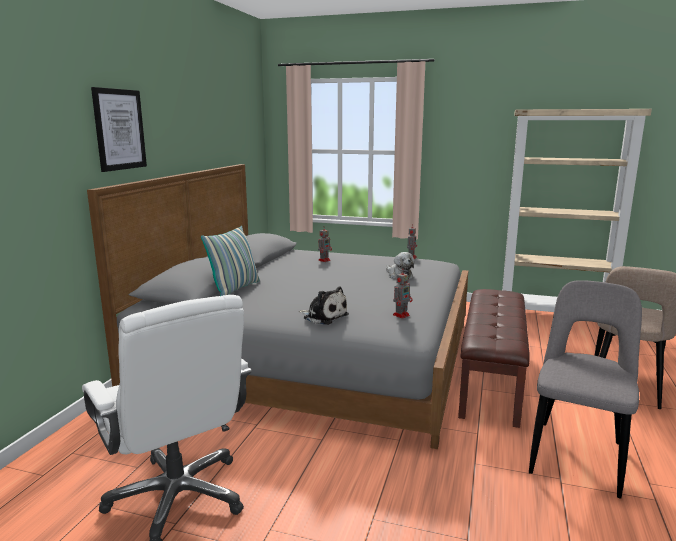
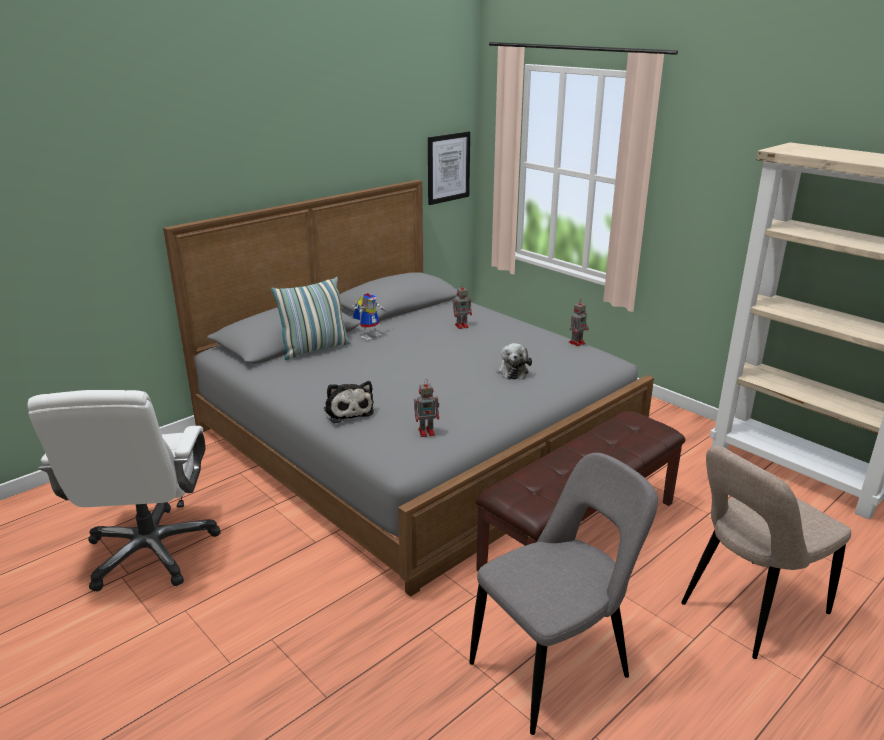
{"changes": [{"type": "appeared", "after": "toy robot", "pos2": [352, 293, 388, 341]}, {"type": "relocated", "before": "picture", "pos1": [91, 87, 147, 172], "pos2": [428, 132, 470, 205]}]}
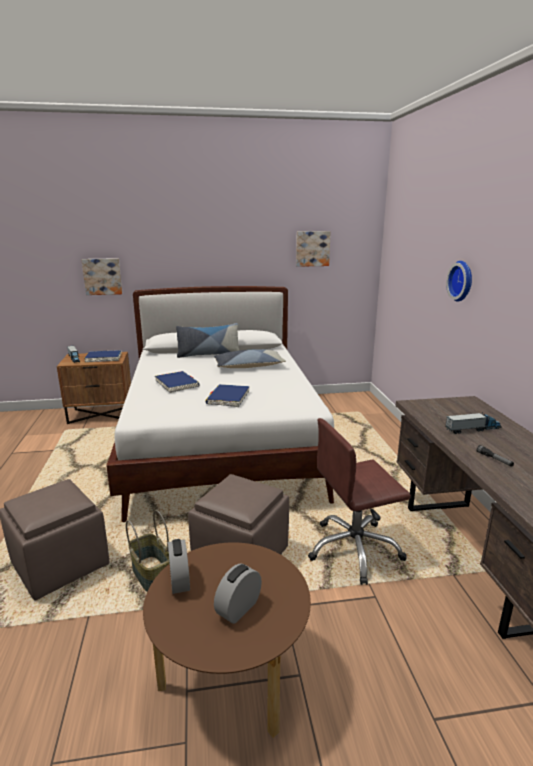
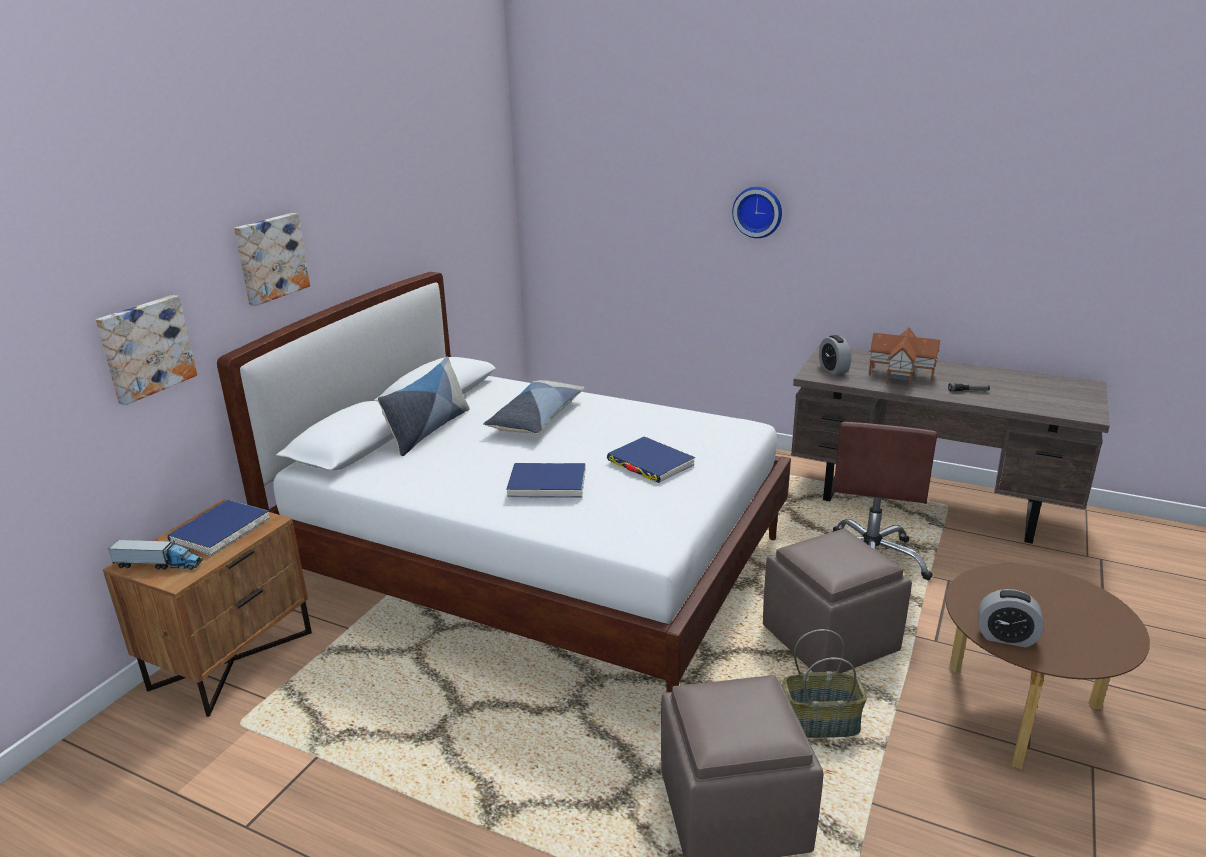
{"changes": [{"type": "relocated", "before": "picture", "pos1": [296, 231, 331, 267], "pos2": [234, 213, 310, 306]}, {"type": "relocated", "before": "alarm clock", "pos1": [214, 564, 262, 624], "pos2": [819, 335, 851, 375]}, {"type": "exchanged", "before": "toy truck", "after": "toy house", "pos1": [445, 412, 502, 434], "pos2": [869, 327, 940, 387]}]}
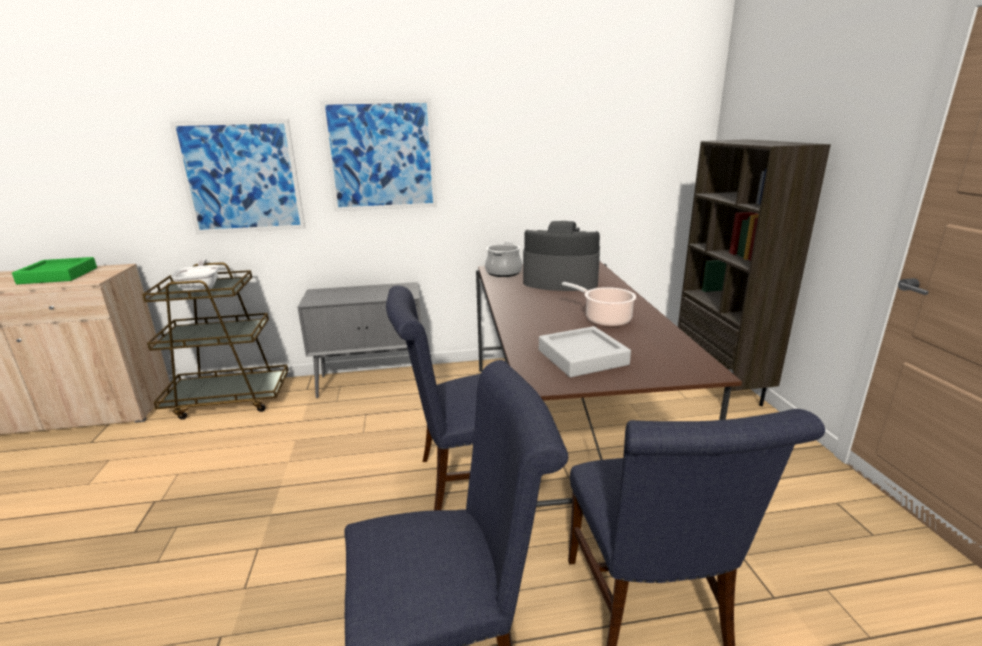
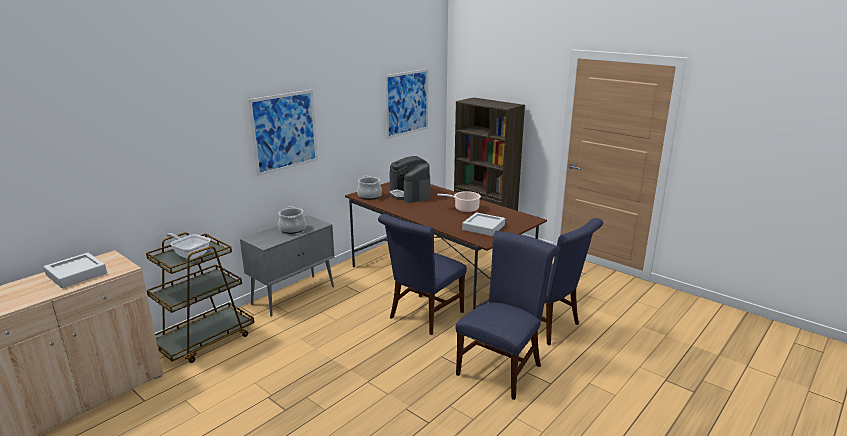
{"changes": [{"type": "colour", "before": "green tray", "after": "grey tray", "pos1": [12, 257, 97, 284], "pos2": [44, 253, 107, 288]}, {"type": "appeared", "after": "cooking pot", "pos2": [278, 206, 306, 234]}, {"type": "relocated", "before": "picture", "pos1": [170, 119, 305, 234], "pos2": [385, 69, 428, 139]}, {"type": "spun", "before": "coffee machine", "pos1": [523, 221, 600, 291], "pos2": [389, 156, 430, 203], "turn": -90}]}
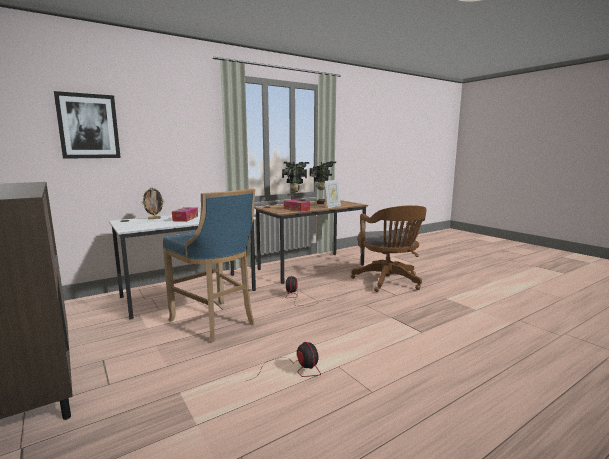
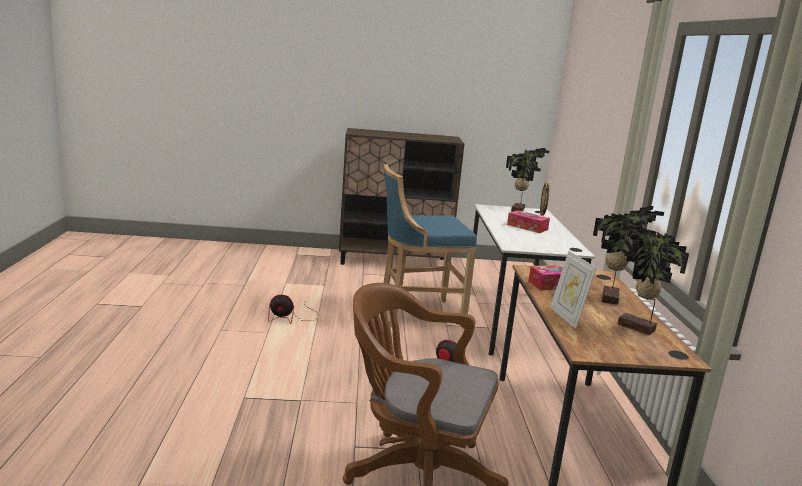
{"changes": [{"type": "appeared", "after": "potted plant", "pos2": [506, 148, 549, 211]}, {"type": "missing", "before": "picture", "pos1": [54, 91, 121, 159]}]}
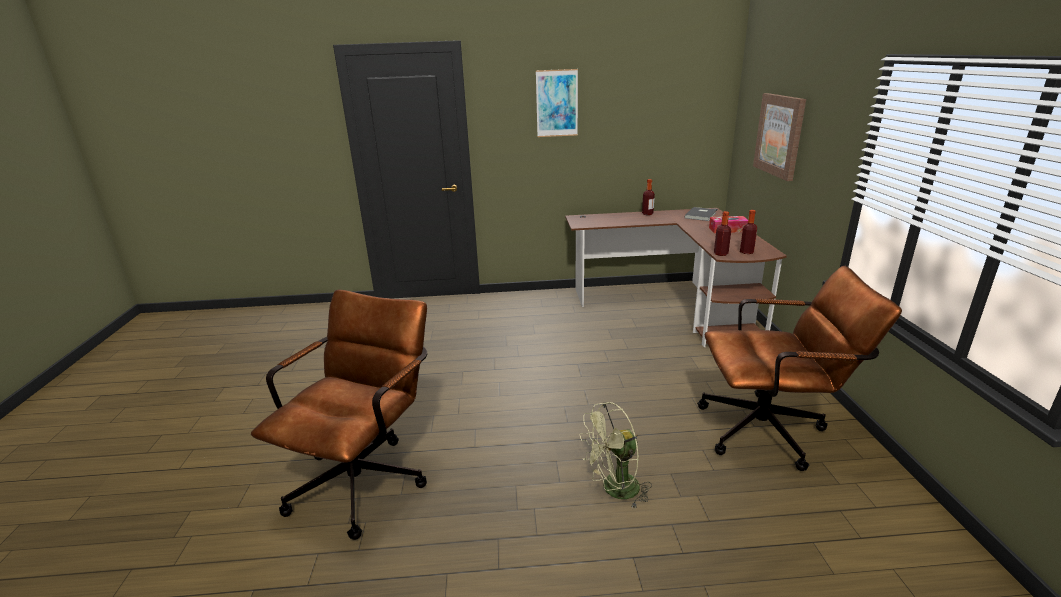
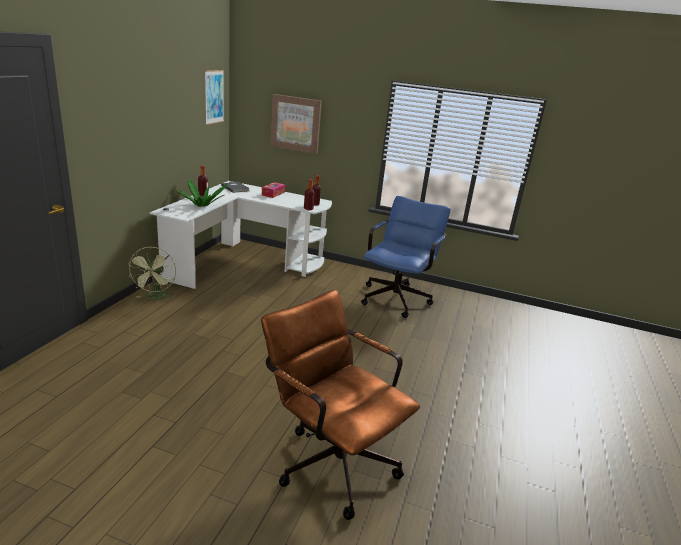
{"changes": [{"type": "relocated", "before": "green fan", "pos1": [580, 402, 652, 509], "pos2": [127, 247, 176, 300]}, {"type": "colour", "before": "brown desk", "after": "white desk", "pos1": [565, 208, 787, 347], "pos2": [150, 181, 332, 289]}, {"type": "appeared", "after": "potted plant", "pos2": [174, 179, 227, 207]}, {"type": "relocated", "before": "picture", "pos1": [536, 69, 578, 137], "pos2": [205, 70, 224, 125]}, {"type": "colour", "before": "brown office chair", "after": "blue office chair", "pos1": [697, 266, 902, 471], "pos2": [361, 196, 451, 318]}]}
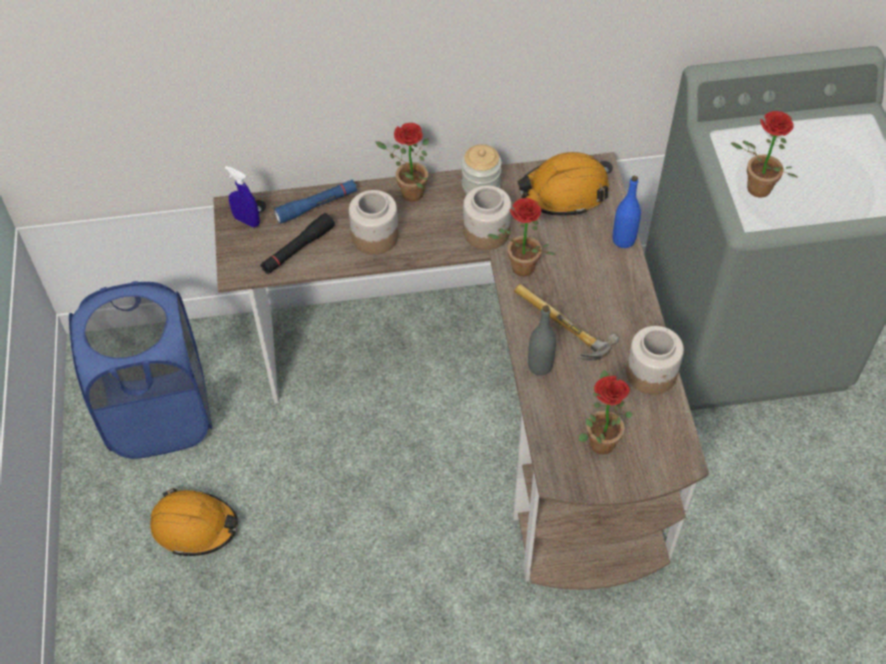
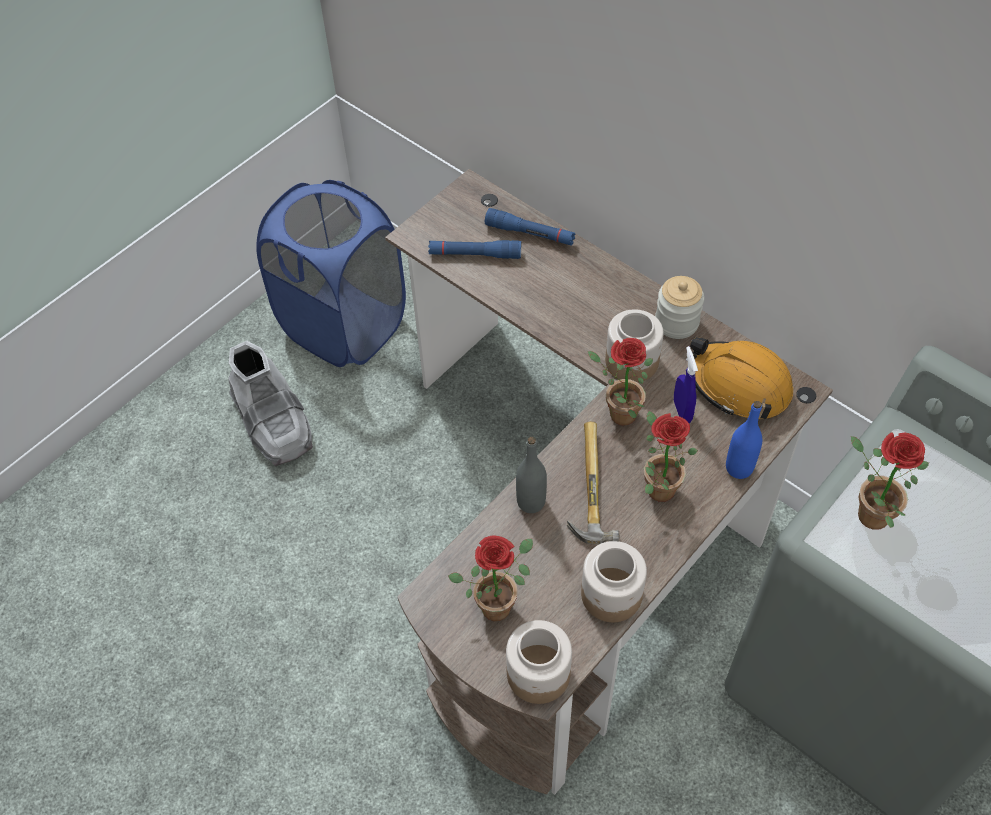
{"changes": [{"type": "exchanged", "before": "orange hard hat", "after": "grey boot", "pos1": [150, 488, 238, 556], "pos2": [228, 341, 313, 466]}, {"type": "colour", "before": "black flashlight", "after": "blue flashlight", "pos1": [260, 213, 335, 274], "pos2": [428, 240, 521, 259]}, {"type": "relocated", "before": "jar", "pos1": [349, 190, 399, 254], "pos2": [506, 620, 572, 704]}, {"type": "relocated", "before": "potted plant", "pos1": [376, 123, 429, 201], "pos2": [644, 411, 698, 502]}, {"type": "relocated", "before": "blue spray bottle", "pos1": [225, 166, 260, 228], "pos2": [674, 346, 698, 423]}]}
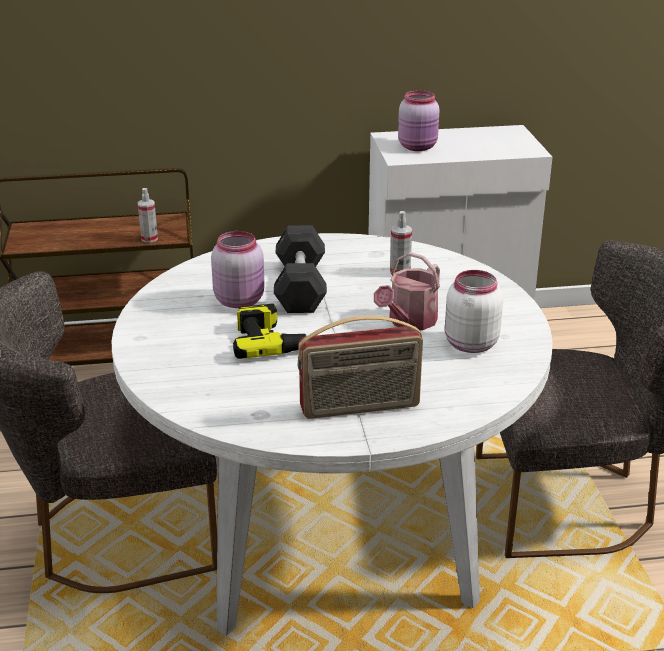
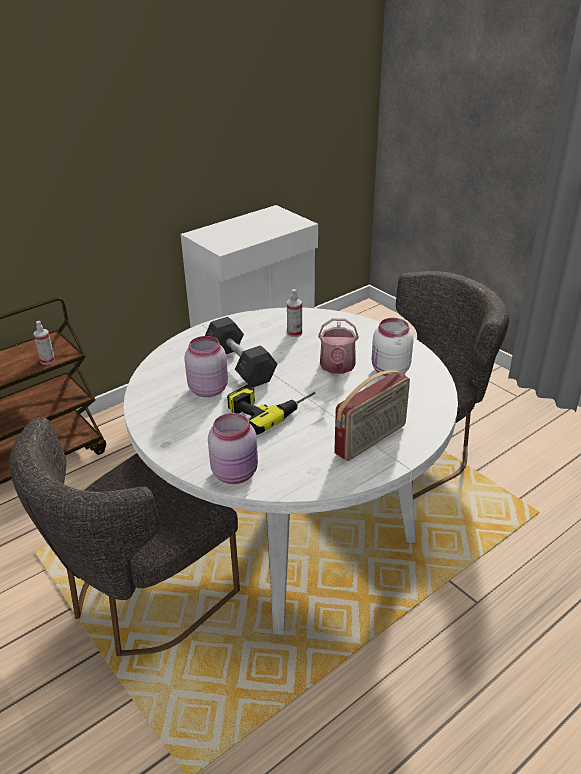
{"changes": [{"type": "relocated", "before": "pink jar", "pos1": [398, 90, 439, 151], "pos2": [208, 413, 258, 484]}]}
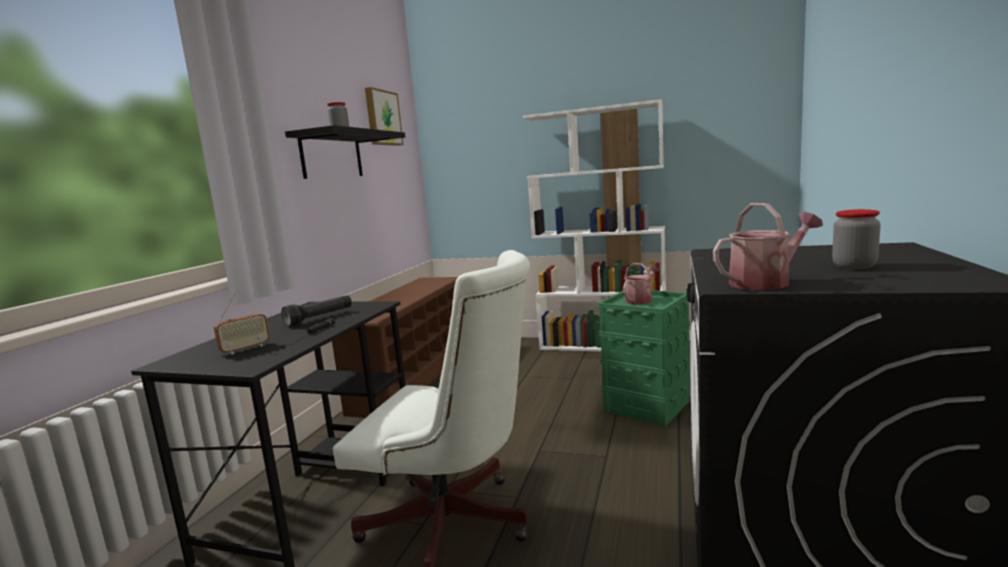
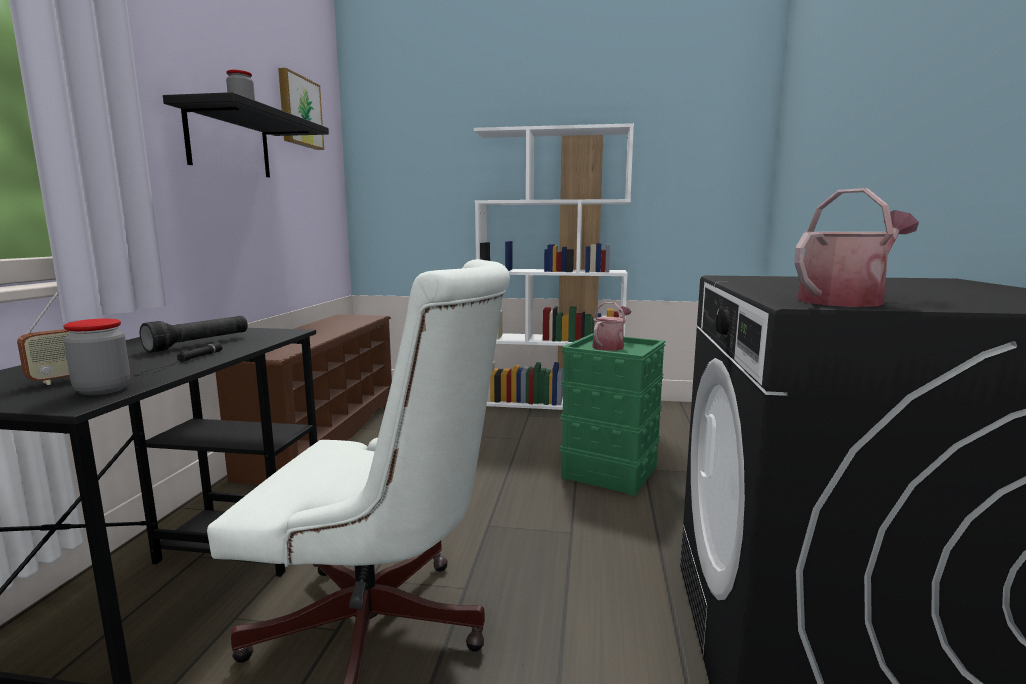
{"changes": [{"type": "relocated", "before": "jar", "pos1": [832, 209, 881, 269], "pos2": [63, 319, 131, 395]}]}
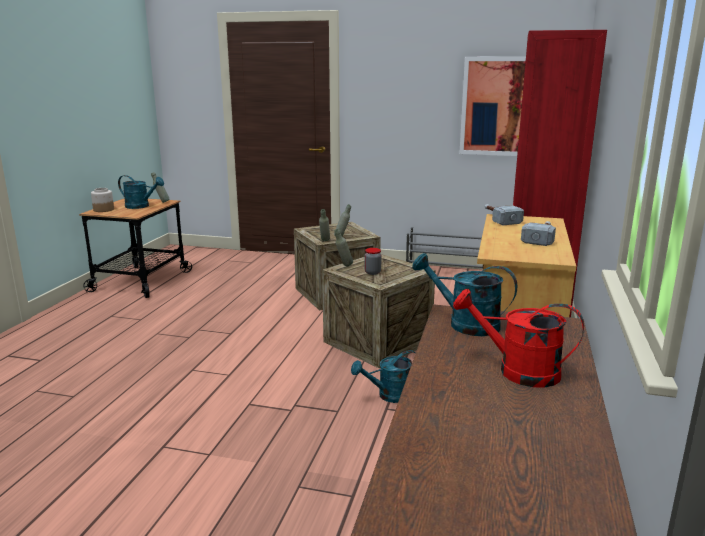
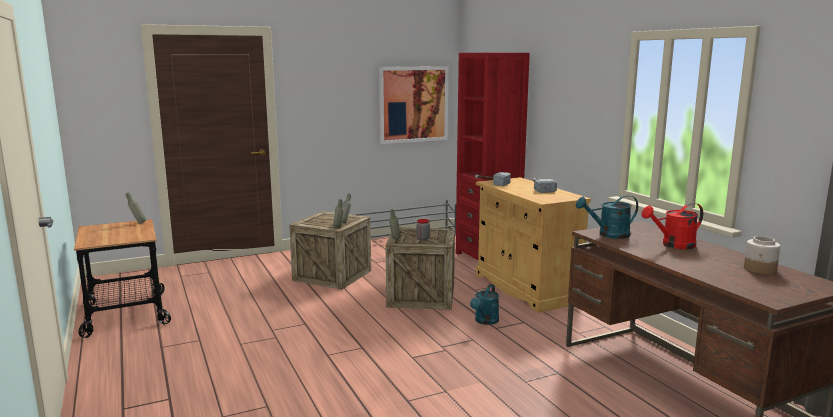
{"changes": [{"type": "relocated", "before": "jar", "pos1": [91, 188, 114, 212], "pos2": [744, 236, 781, 274]}, {"type": "missing", "before": "turquoise watering can", "pos1": [118, 175, 164, 209]}]}
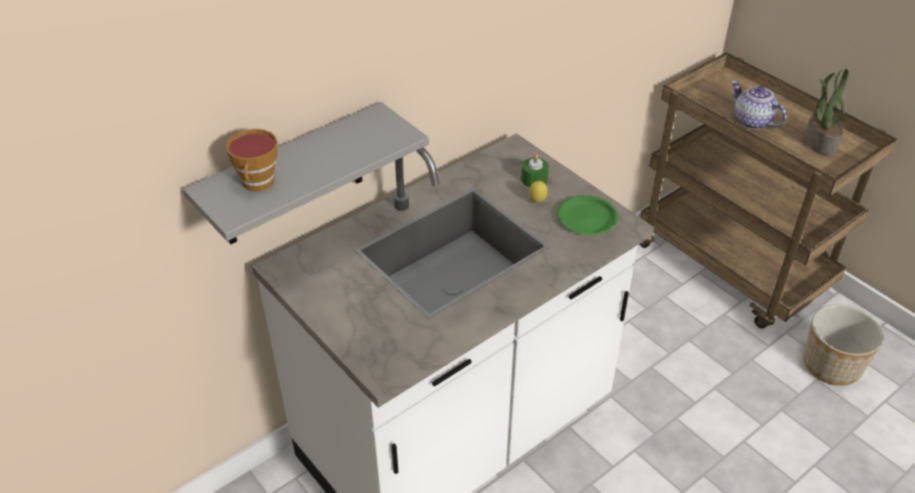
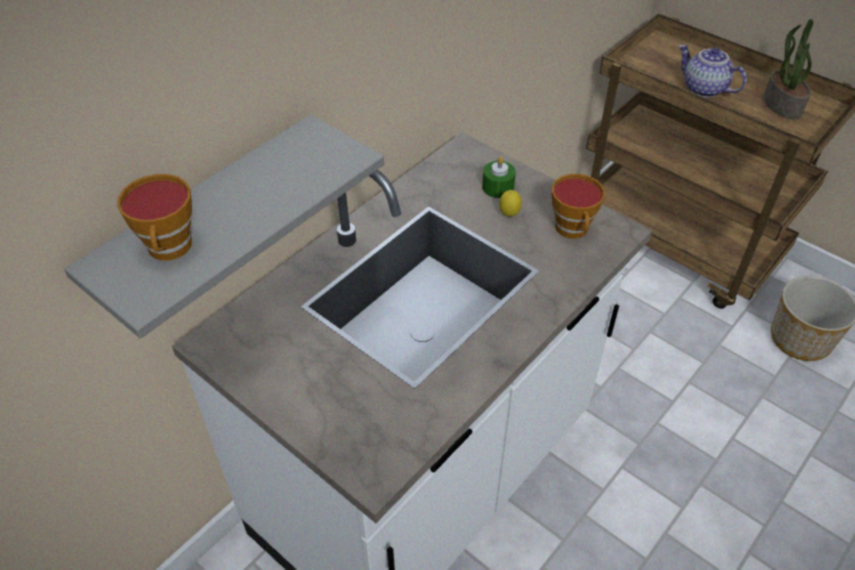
{"changes": [{"type": "exchanged", "before": "green plate", "after": "cup", "pos1": [557, 195, 619, 235], "pos2": [552, 174, 605, 239]}]}
